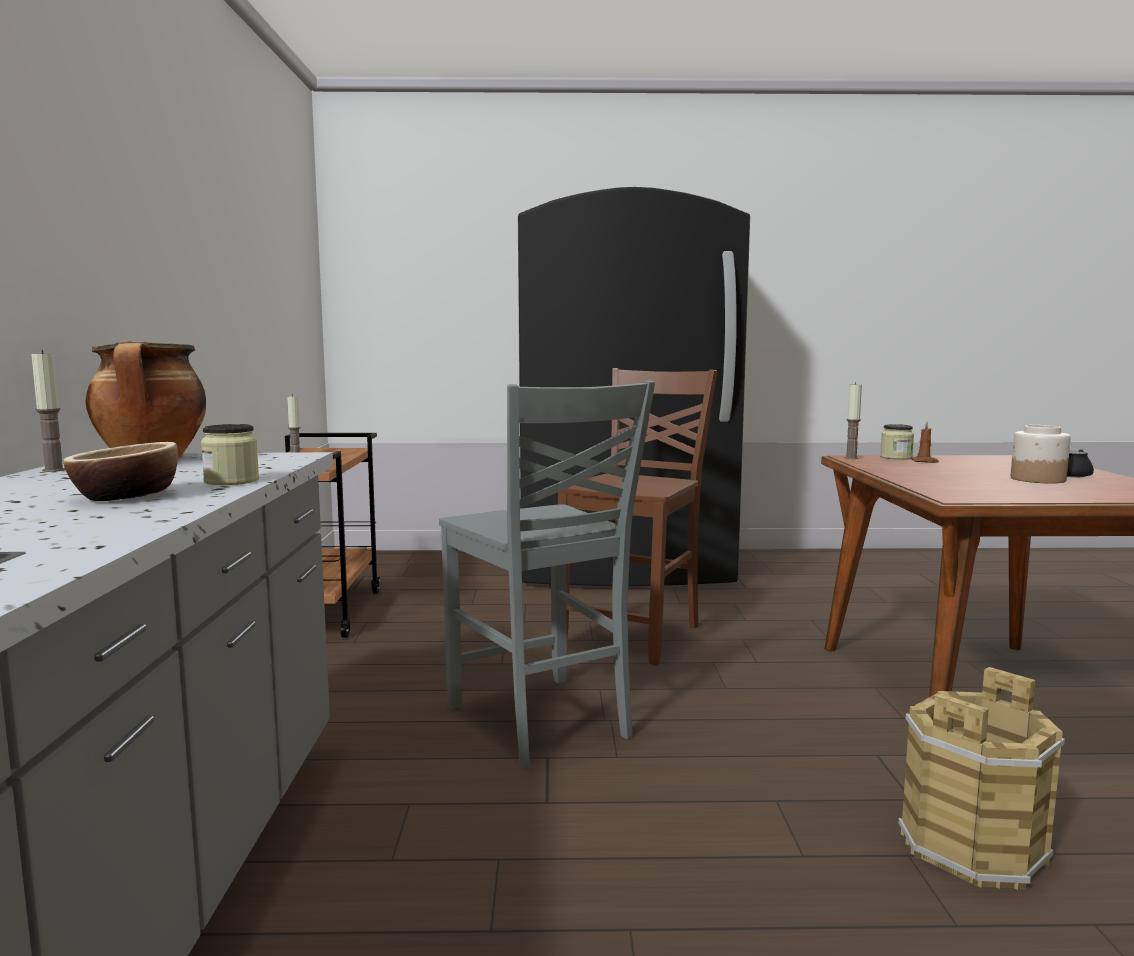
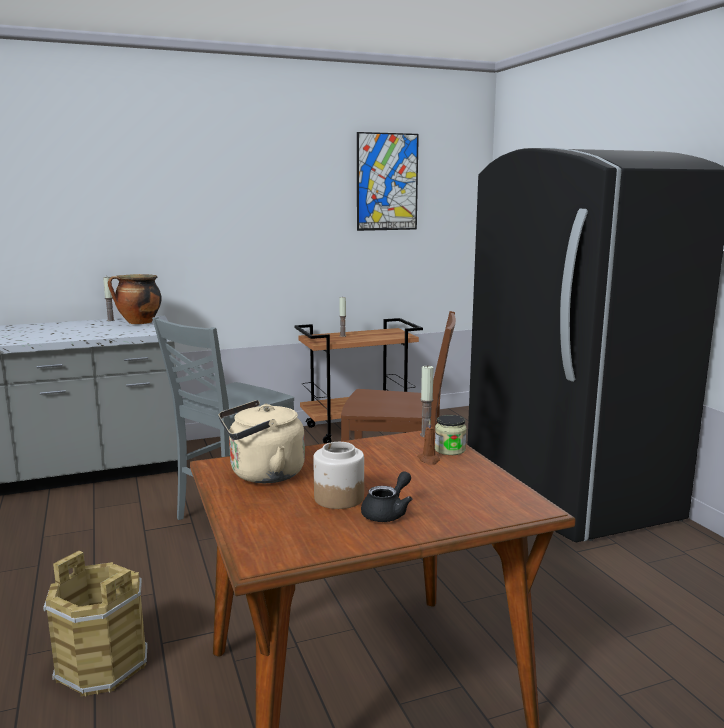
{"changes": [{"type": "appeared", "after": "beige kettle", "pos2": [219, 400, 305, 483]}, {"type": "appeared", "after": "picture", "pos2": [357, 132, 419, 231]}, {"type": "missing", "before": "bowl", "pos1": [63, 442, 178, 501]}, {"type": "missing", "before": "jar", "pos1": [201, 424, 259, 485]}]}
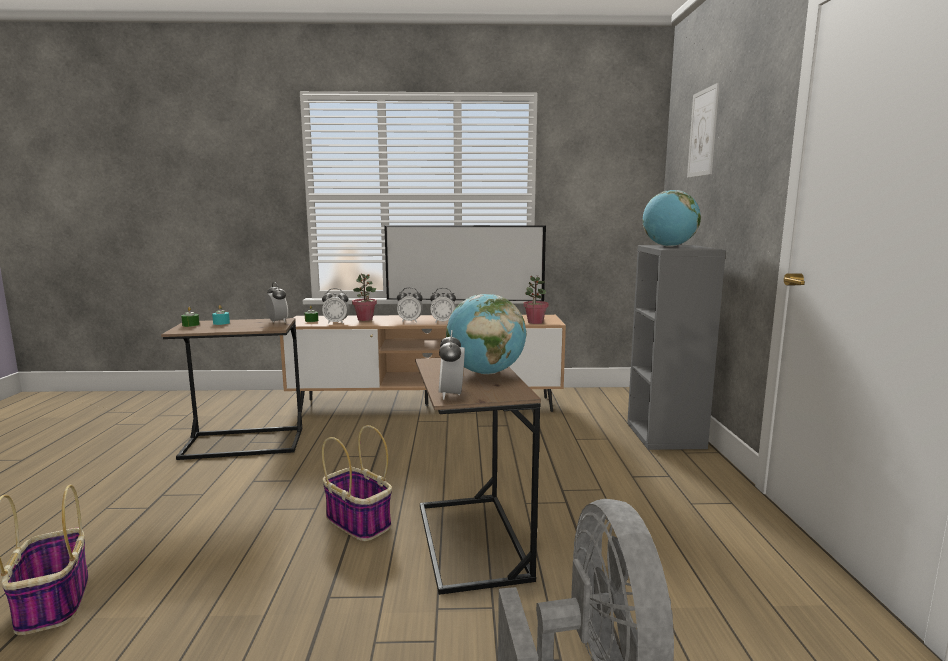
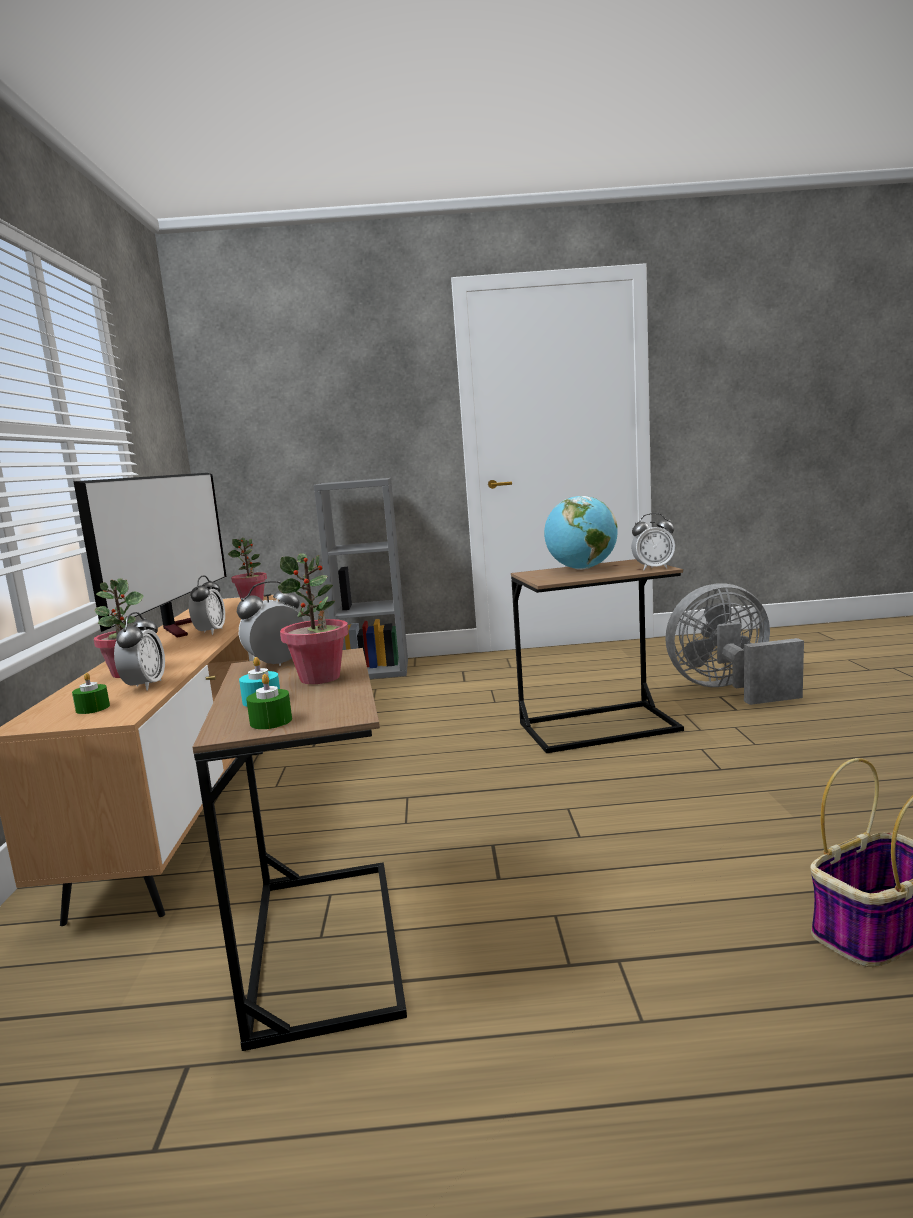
{"changes": [{"type": "appeared", "after": "potted plant", "pos2": [278, 553, 349, 684]}, {"type": "missing", "before": "basket", "pos1": [322, 425, 392, 541]}, {"type": "missing", "before": "alarm clock", "pos1": [397, 287, 423, 323]}, {"type": "missing", "before": "globe", "pos1": [642, 190, 701, 247]}, {"type": "missing", "before": "picture", "pos1": [687, 83, 719, 178]}]}
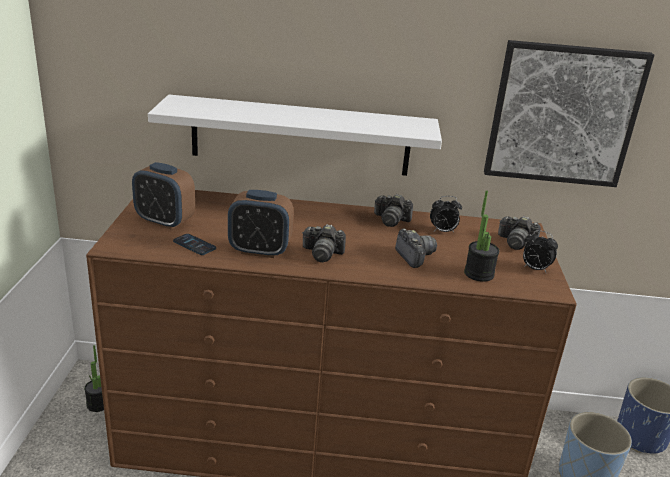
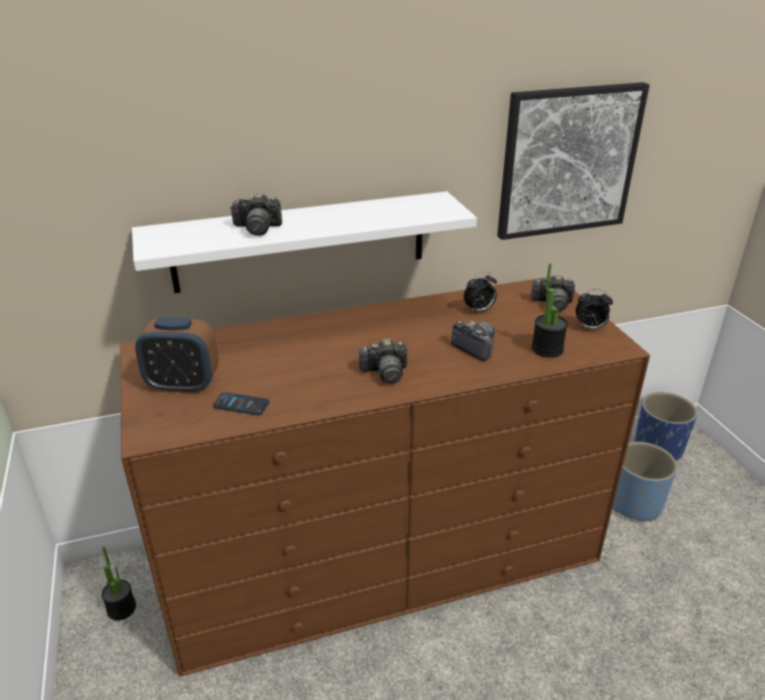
{"changes": [{"type": "relocated", "before": "photo camera", "pos1": [374, 194, 413, 227], "pos2": [230, 193, 282, 236]}, {"type": "missing", "before": "alarm clock", "pos1": [228, 190, 294, 258]}]}
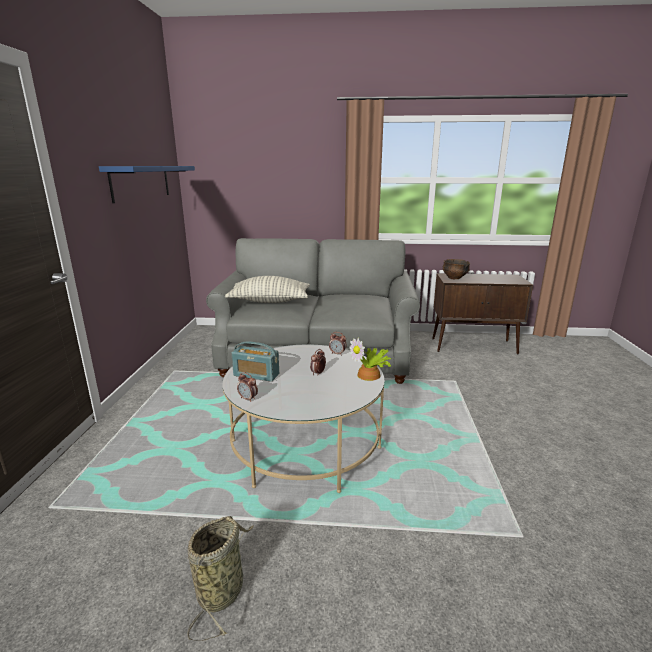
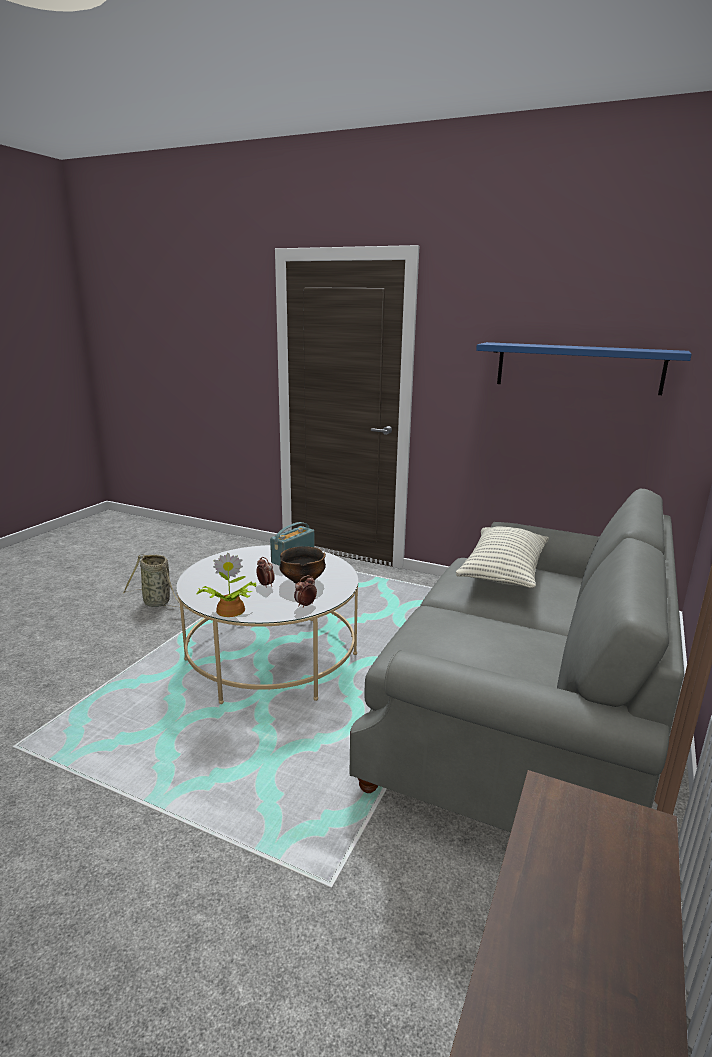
{"changes": [{"type": "relocated", "before": "bowl", "pos1": [443, 259, 470, 279], "pos2": [279, 546, 326, 584]}, {"type": "missing", "before": "alarm clock", "pos1": [237, 372, 258, 401]}]}
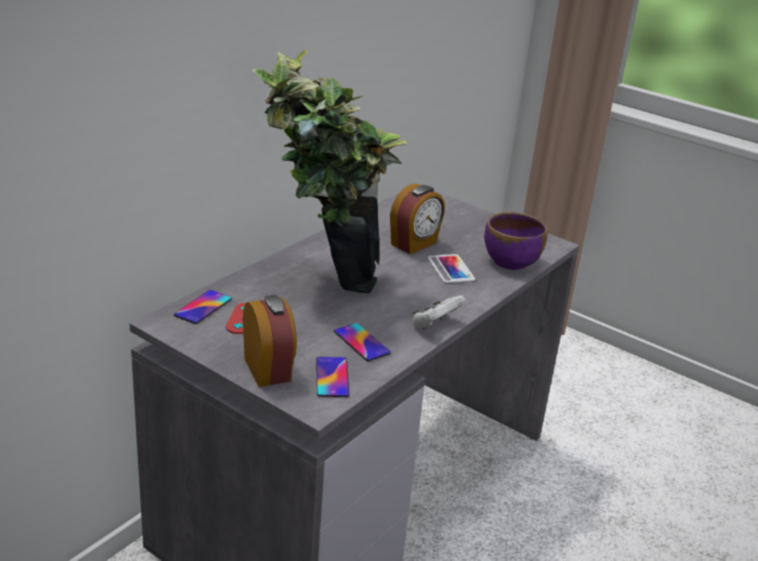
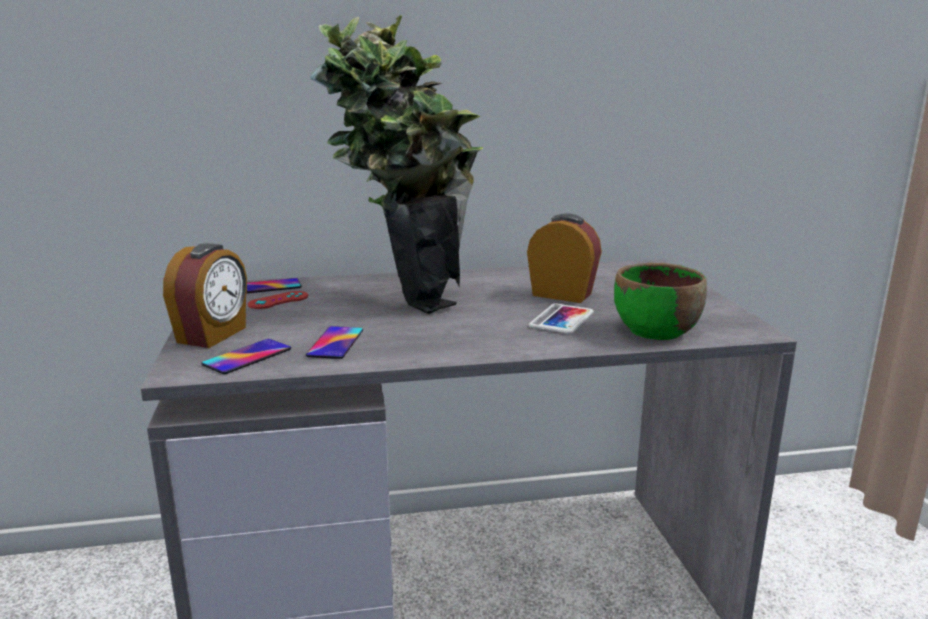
{"changes": [{"type": "spun", "before": "alarm clock", "pos1": [390, 184, 445, 254], "pos2": [527, 213, 602, 303], "turn": -150}, {"type": "colour", "before": "purple bowl", "after": "green bowl", "pos1": [484, 212, 548, 270], "pos2": [614, 263, 707, 340]}, {"type": "missing", "before": "white game controller", "pos1": [412, 295, 465, 330]}]}
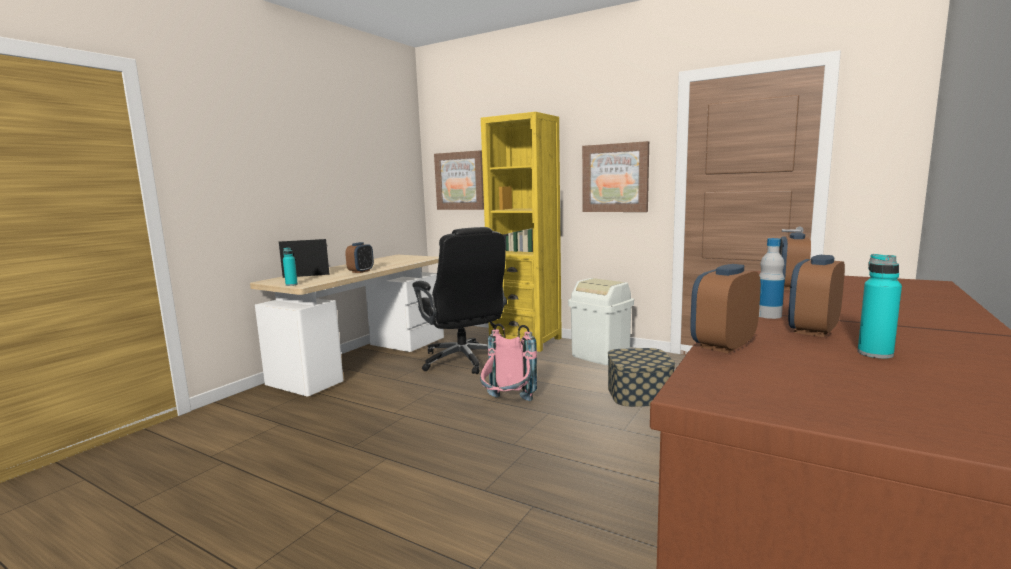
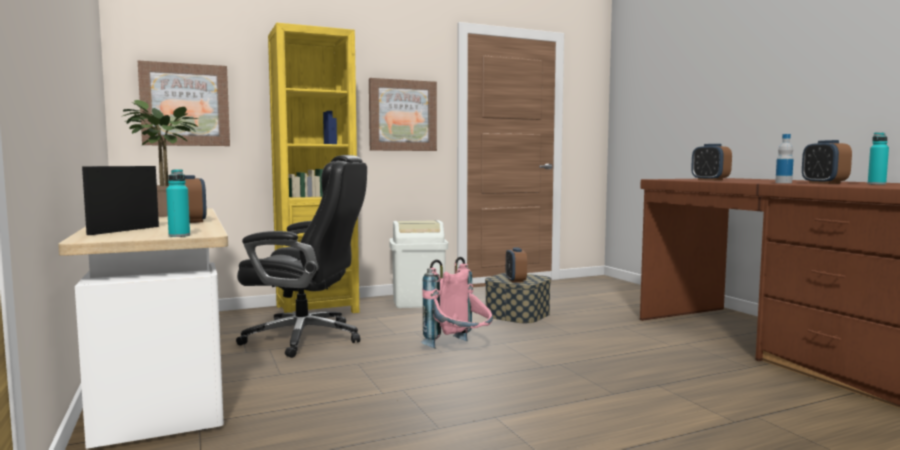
{"changes": [{"type": "appeared", "after": "potted plant", "pos2": [123, 100, 198, 217]}, {"type": "relocated", "before": "alarm clock", "pos1": [690, 264, 761, 353], "pos2": [506, 247, 527, 283]}]}
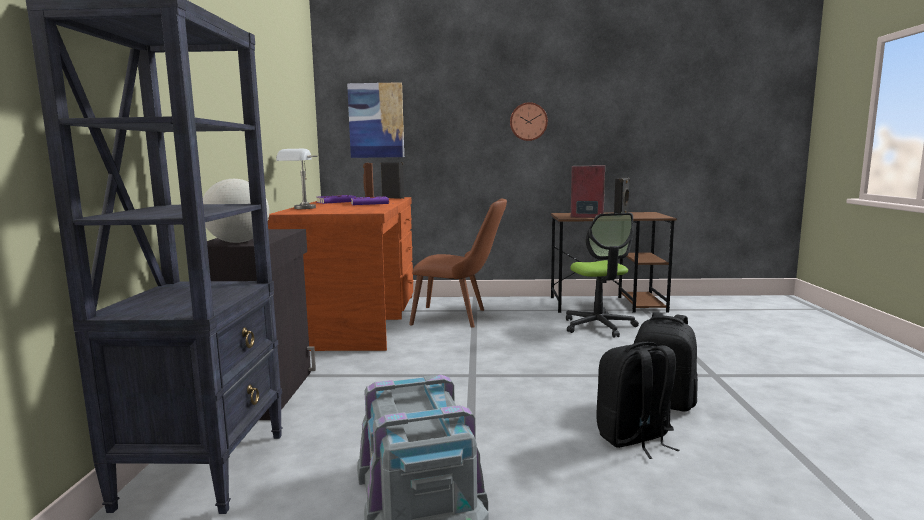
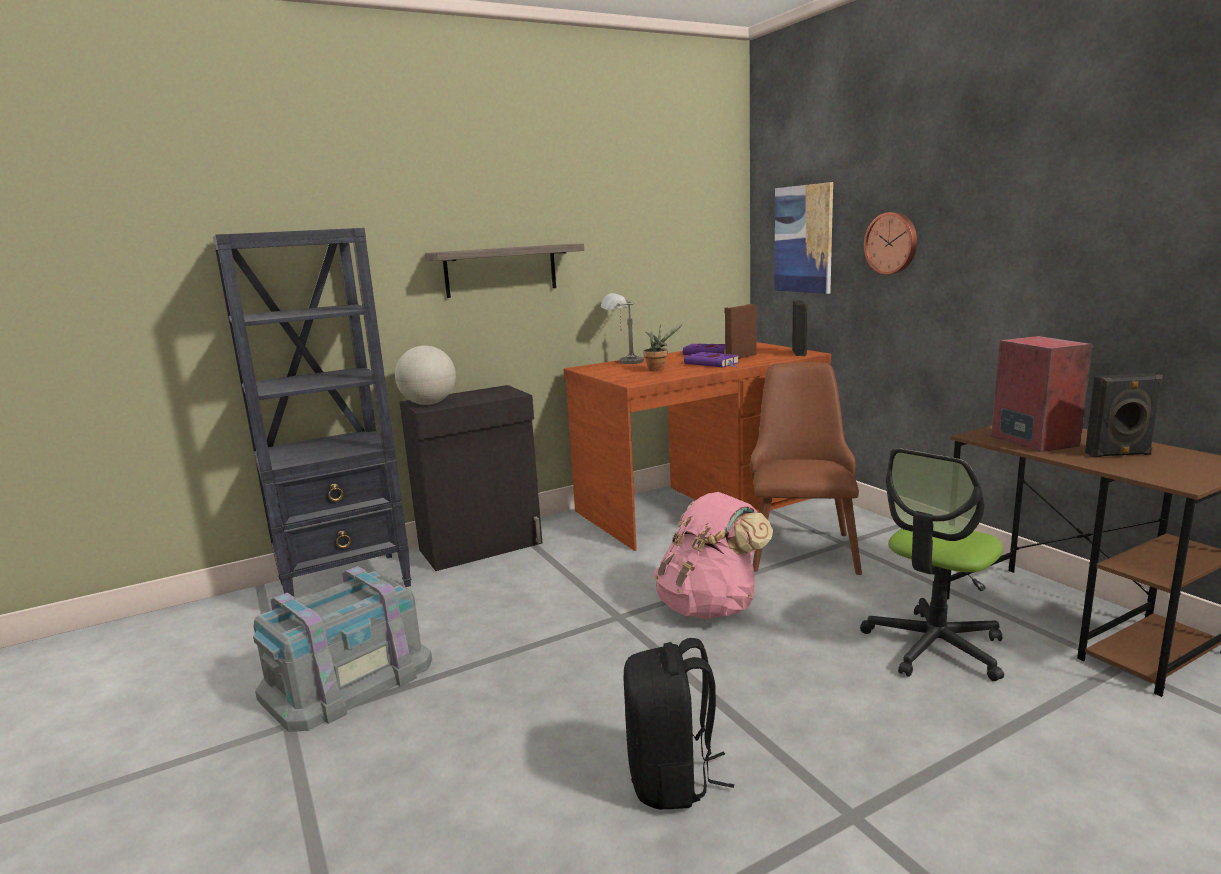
{"changes": [{"type": "appeared", "after": "shelf", "pos2": [425, 244, 584, 298]}, {"type": "appeared", "after": "potted plant", "pos2": [643, 324, 683, 371]}, {"type": "appeared", "after": "pink backpack", "pos2": [654, 492, 773, 619]}, {"type": "spun", "before": "brown chair", "pos1": [409, 199, 507, 328], "pos2": [750, 362, 862, 575], "turn": -150}, {"type": "relocated", "before": "wall clock", "pos1": [510, 102, 548, 141], "pos2": [864, 212, 917, 275]}, {"type": "missing", "before": "black backpack", "pos1": [596, 342, 680, 459]}]}
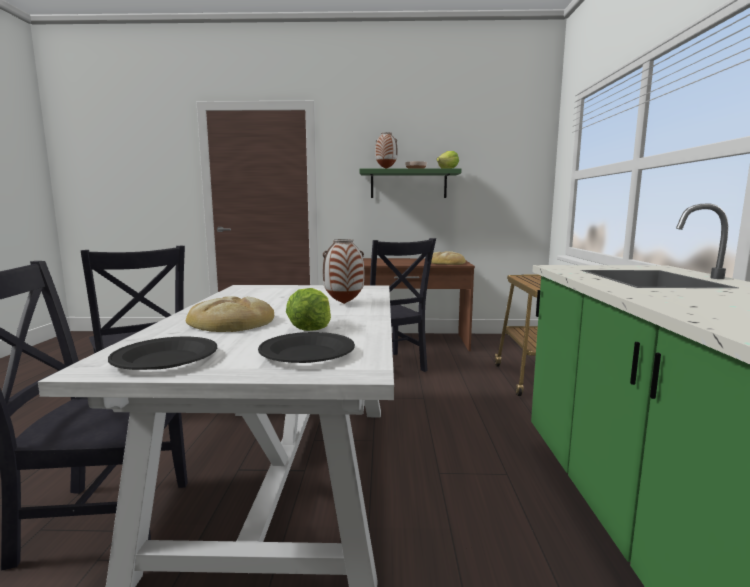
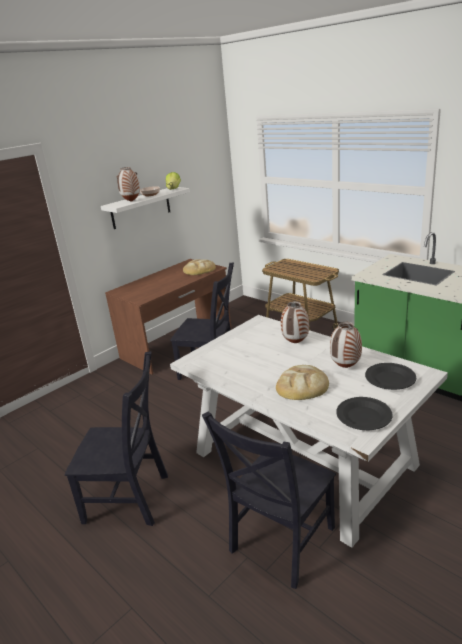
{"changes": [{"type": "colour", "before": "green shelf", "after": "white shelf", "pos1": [360, 168, 462, 198], "pos2": [101, 187, 190, 229]}, {"type": "exchanged", "before": "lettuce", "after": "vase", "pos1": [286, 288, 331, 331], "pos2": [330, 322, 362, 368]}]}
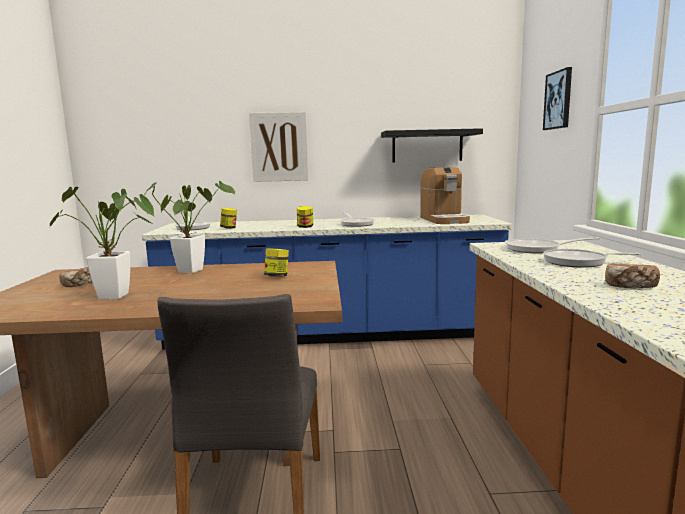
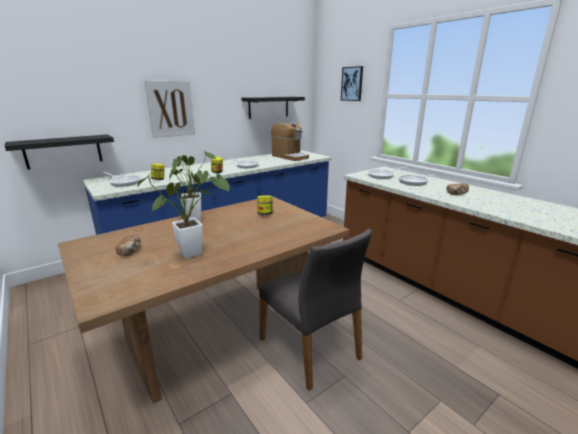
{"changes": [{"type": "appeared", "after": "black shelf", "pos2": [5, 134, 114, 170]}]}
